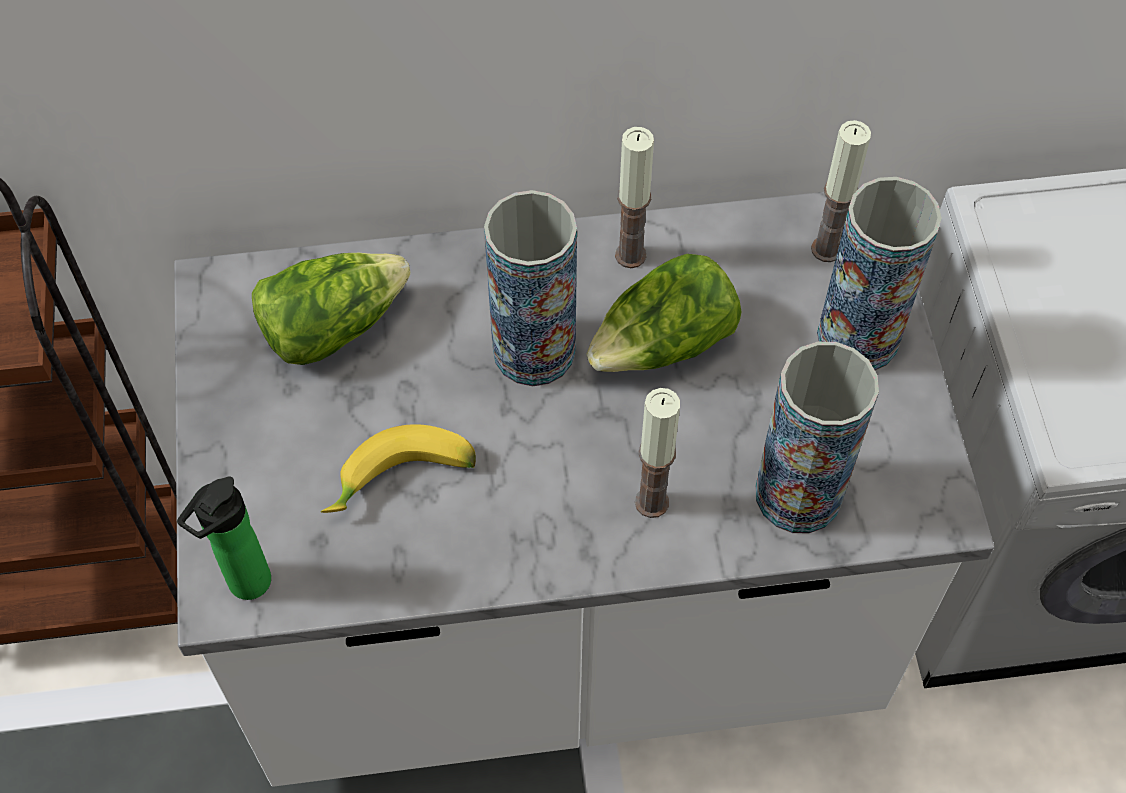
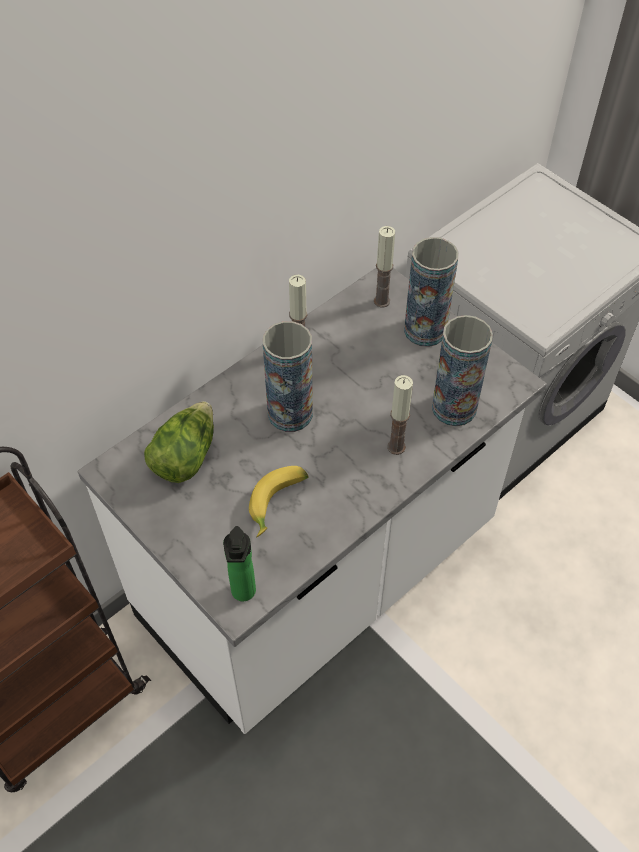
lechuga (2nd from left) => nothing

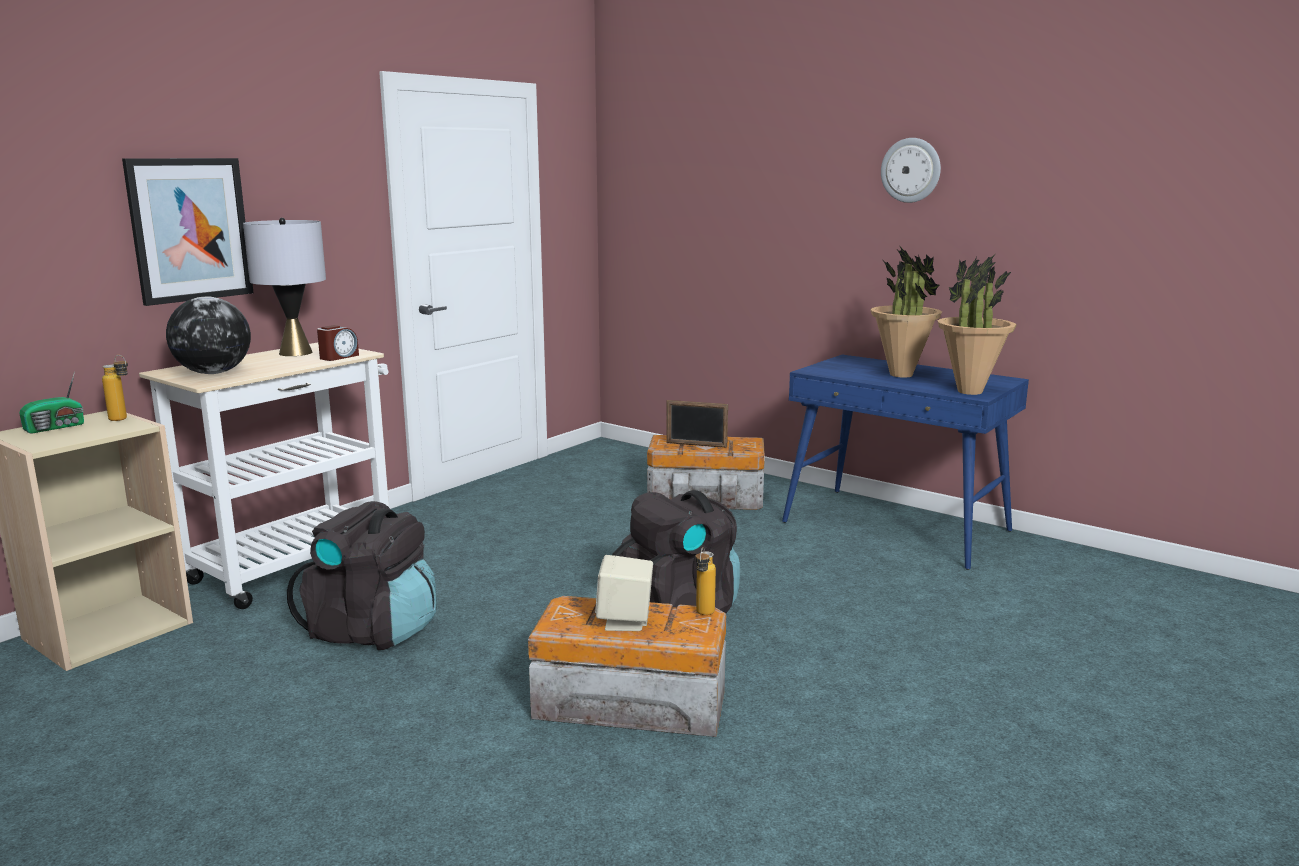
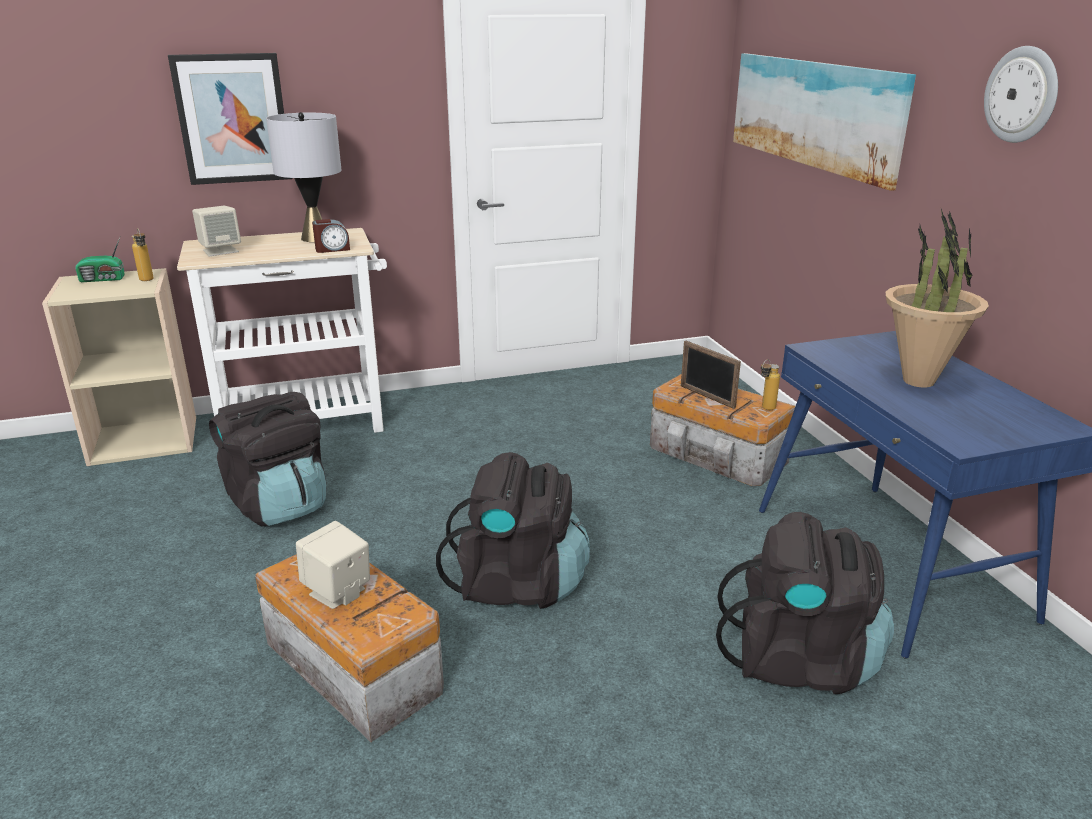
planta en maceta (2nd from left) => nothing
nothing => mochila/negro (3rd from left)
nothing => cuadro (2nd from left)
botella (2nd from left), move
globo terráqueo => altavoz/beis (1st from left)

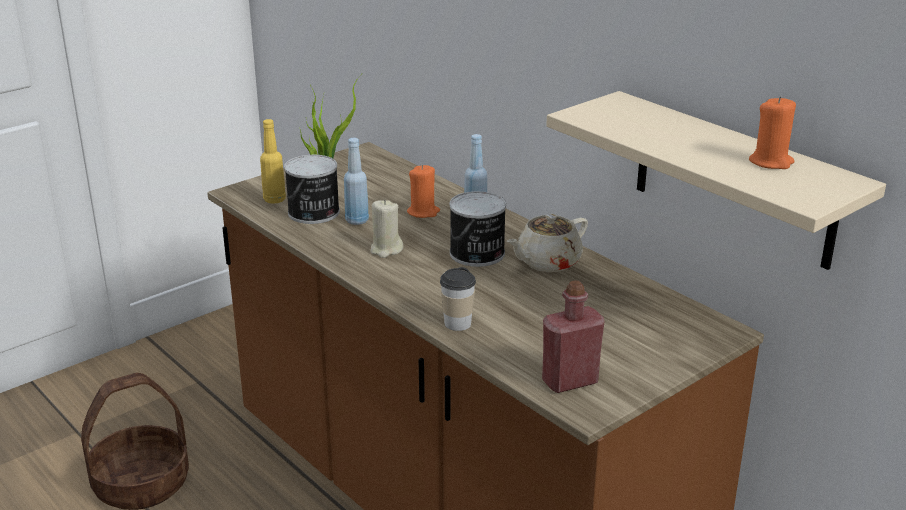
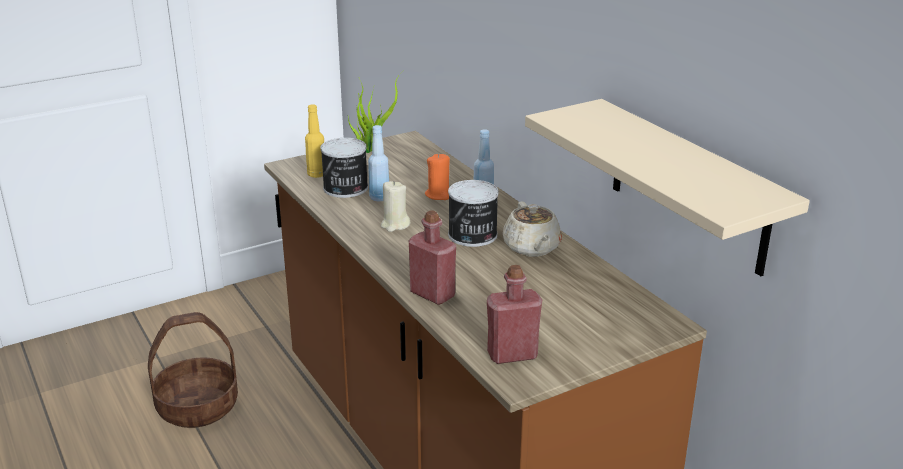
vela/naranja (2nd from left) => nothing
taza => botella/rojo (1st from left)
tetera/beis, 75 degrees counterclockwise

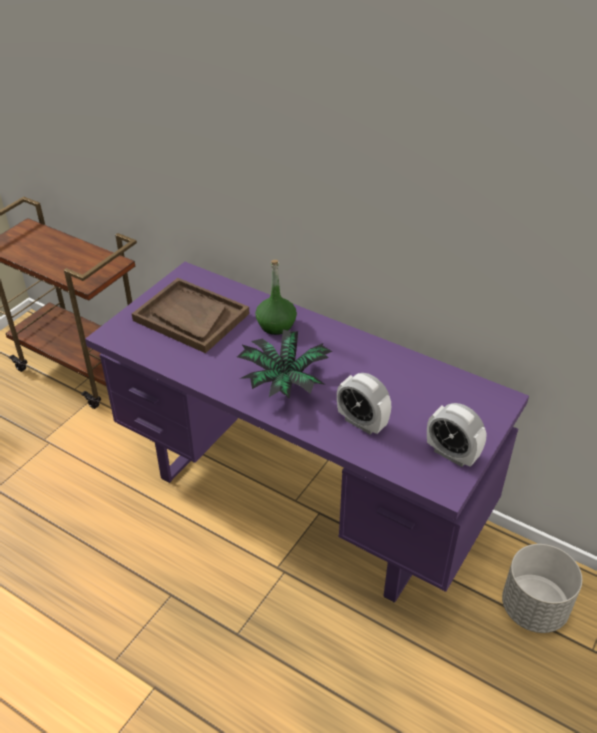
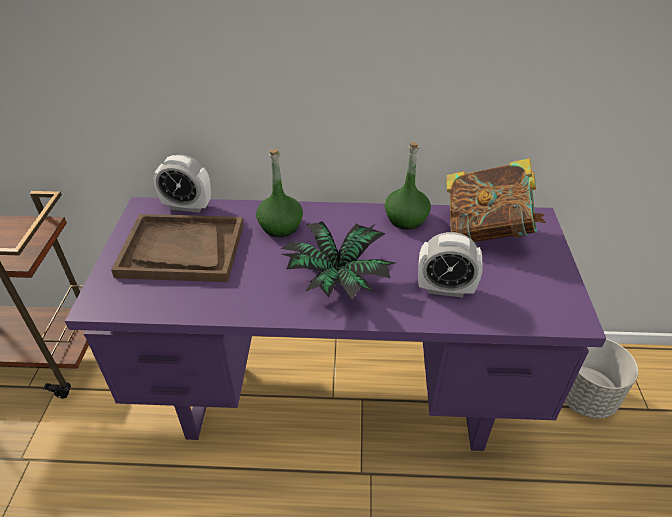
nothing => botella/verde (2nd from left)
nothing => libro
despertador (2nd from left in the first image) => despertador (1st from left), move

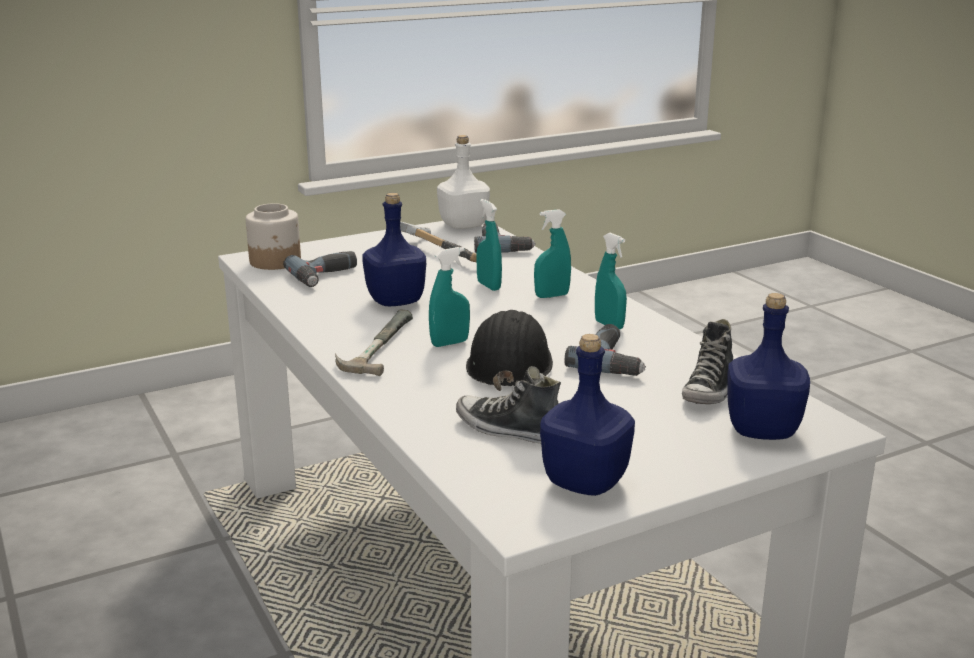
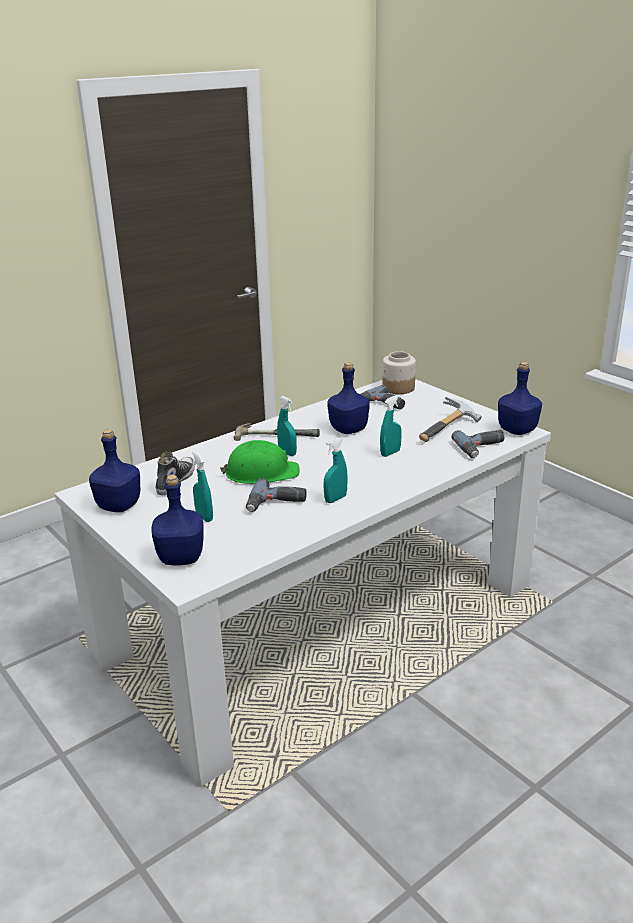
zapato (2nd from left) => nothing
pulverizador/turquesa (3rd from left in the first image) => pulverizador/turquesa (1st from left), move
botella/blanco => botella/azul (4th from left)
casco/negro => casco/verde

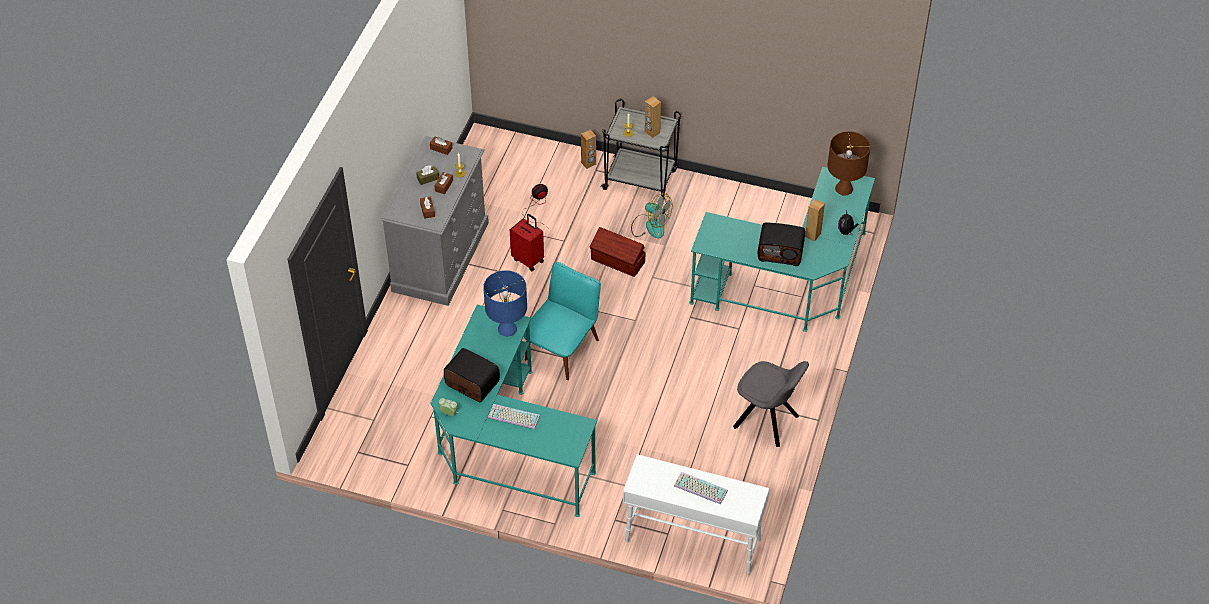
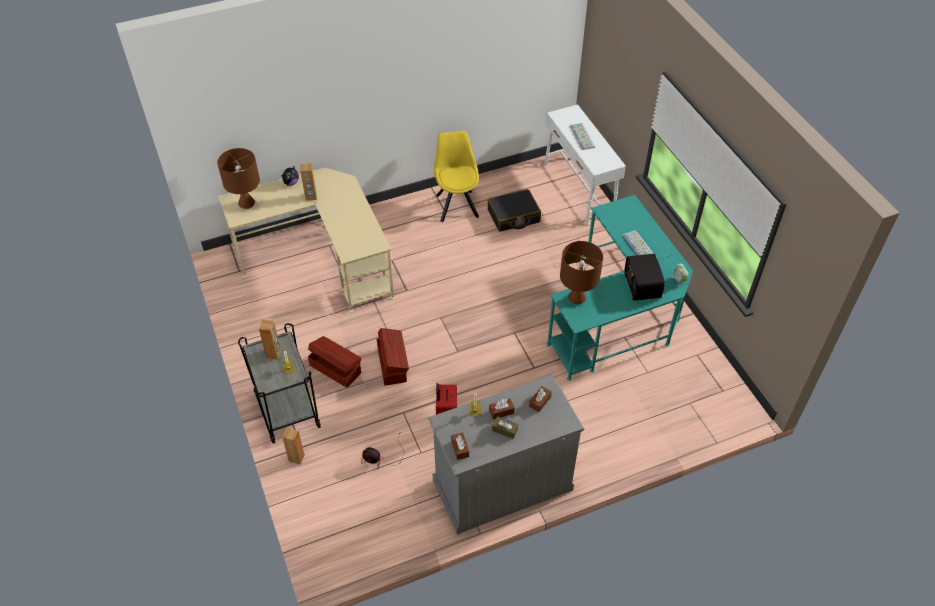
silla/turquesa => nothing
radio (2nd from left) => nothing
nothing => maleta/negro
ventilador (2nd from left) => caja de almacenaje/marrón (1st from left)
lámpara de mesa/azul => lámpara de mesa/marrón (2nd from left)
escritorio/turquesa (2nd from left) => escritorio/beis
silla/gris => silla/amarillo

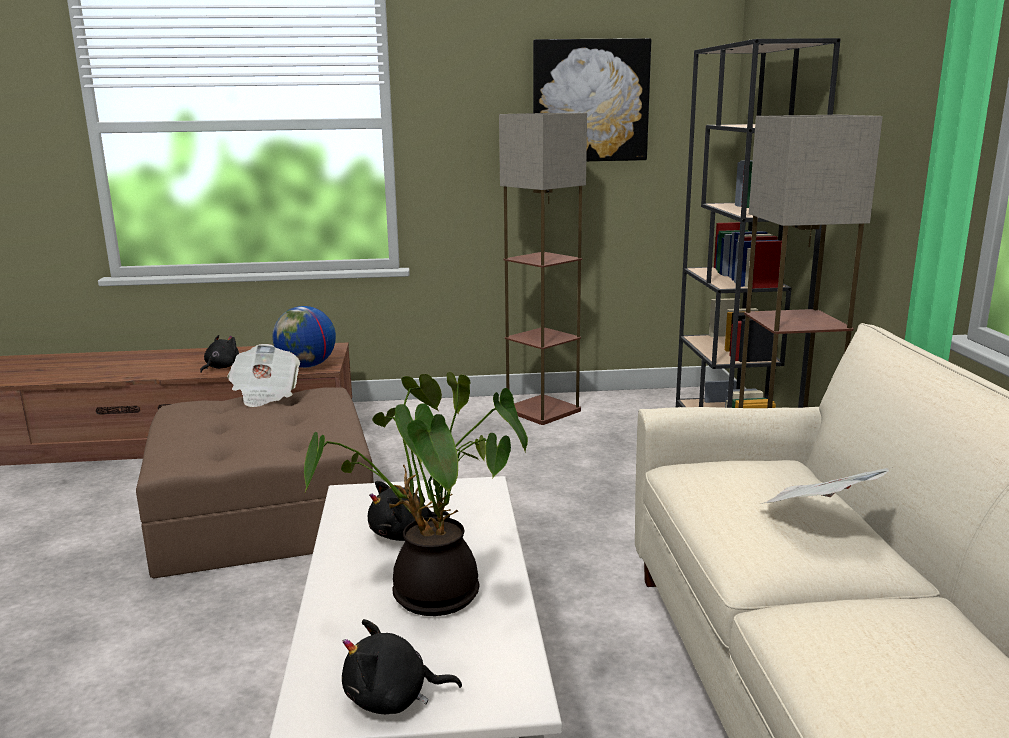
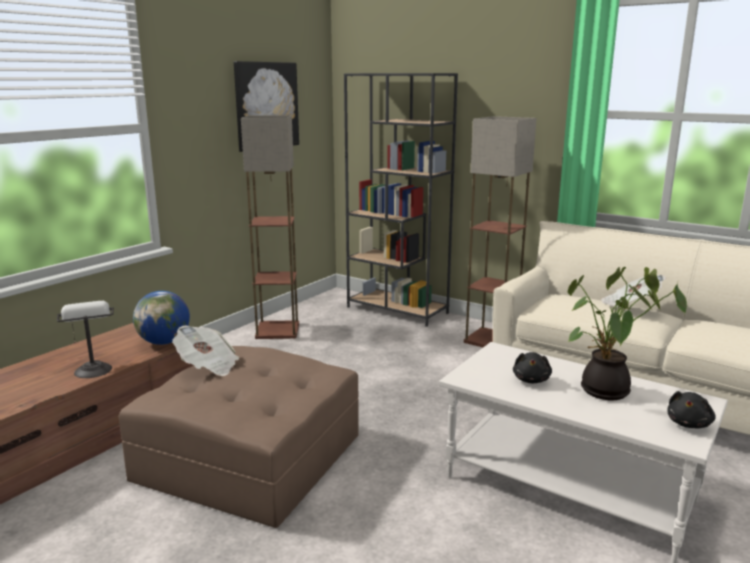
peluche/negro (1st from left) => lámpara de mesa

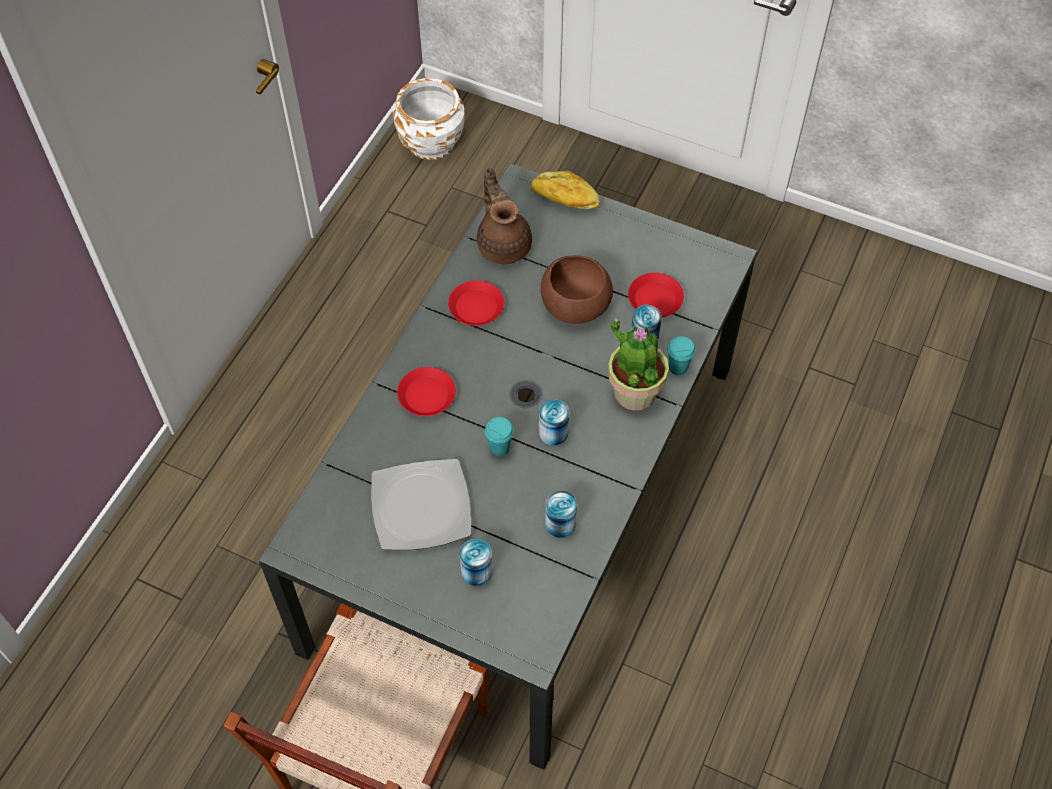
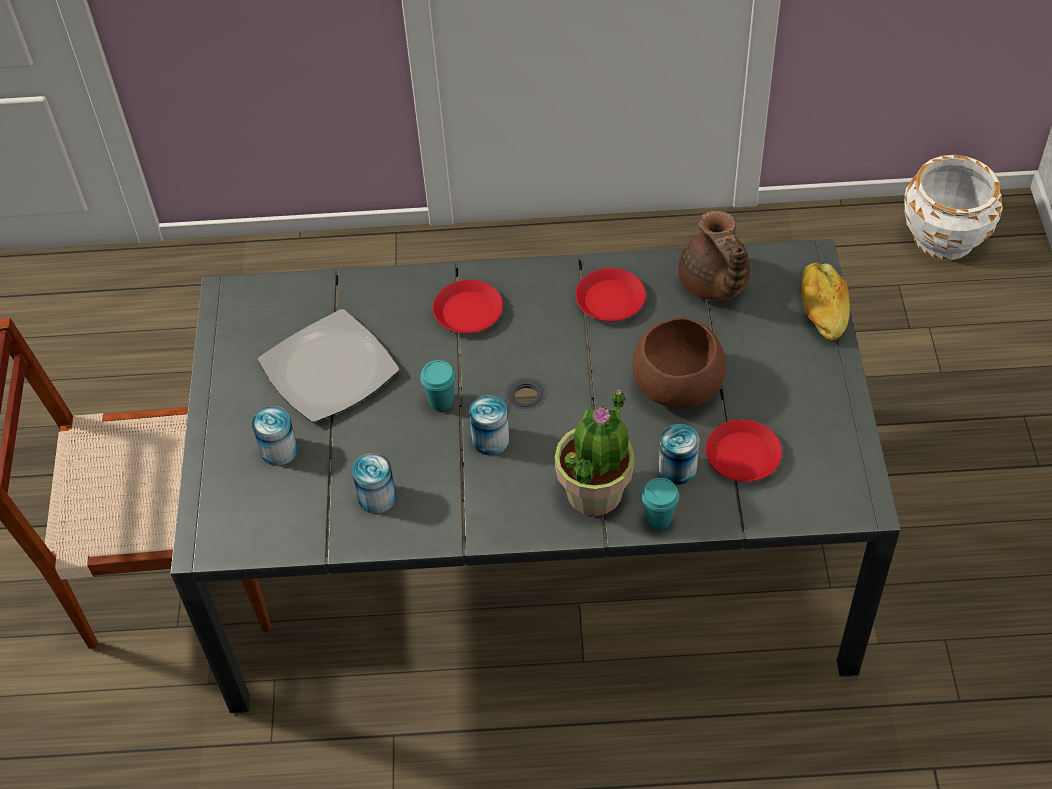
tetera/marrón, 120 degrees clockwise

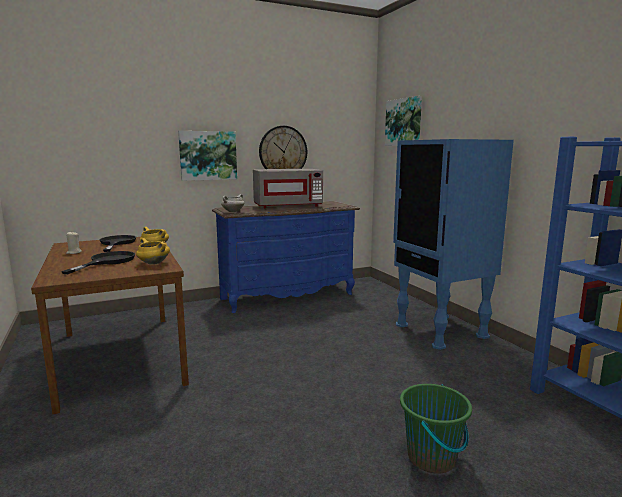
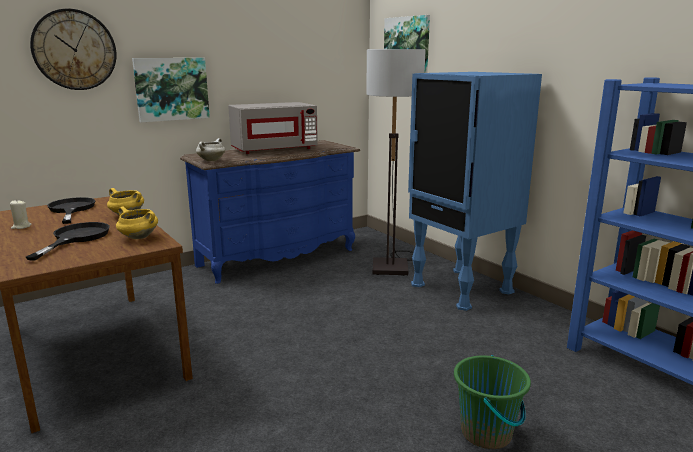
nothing => lámpara de pie
reloj de pared, move

